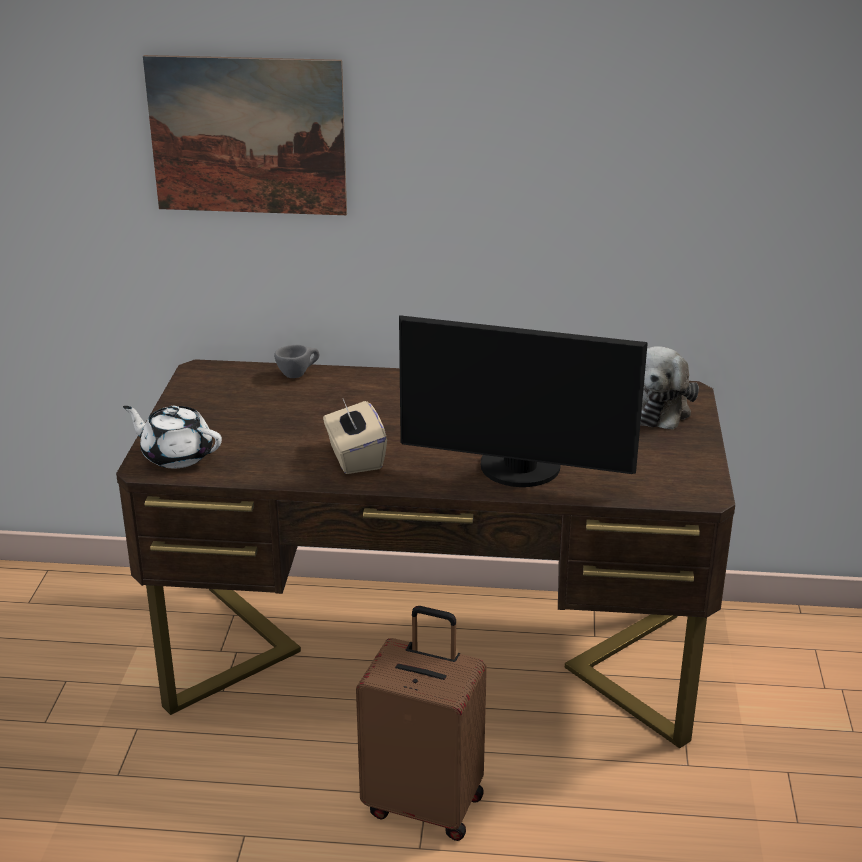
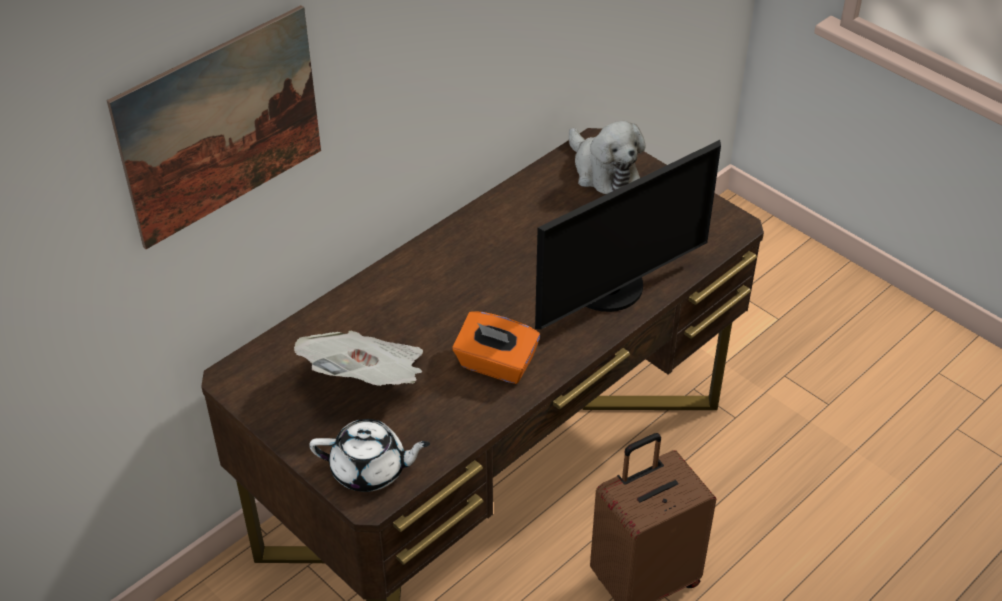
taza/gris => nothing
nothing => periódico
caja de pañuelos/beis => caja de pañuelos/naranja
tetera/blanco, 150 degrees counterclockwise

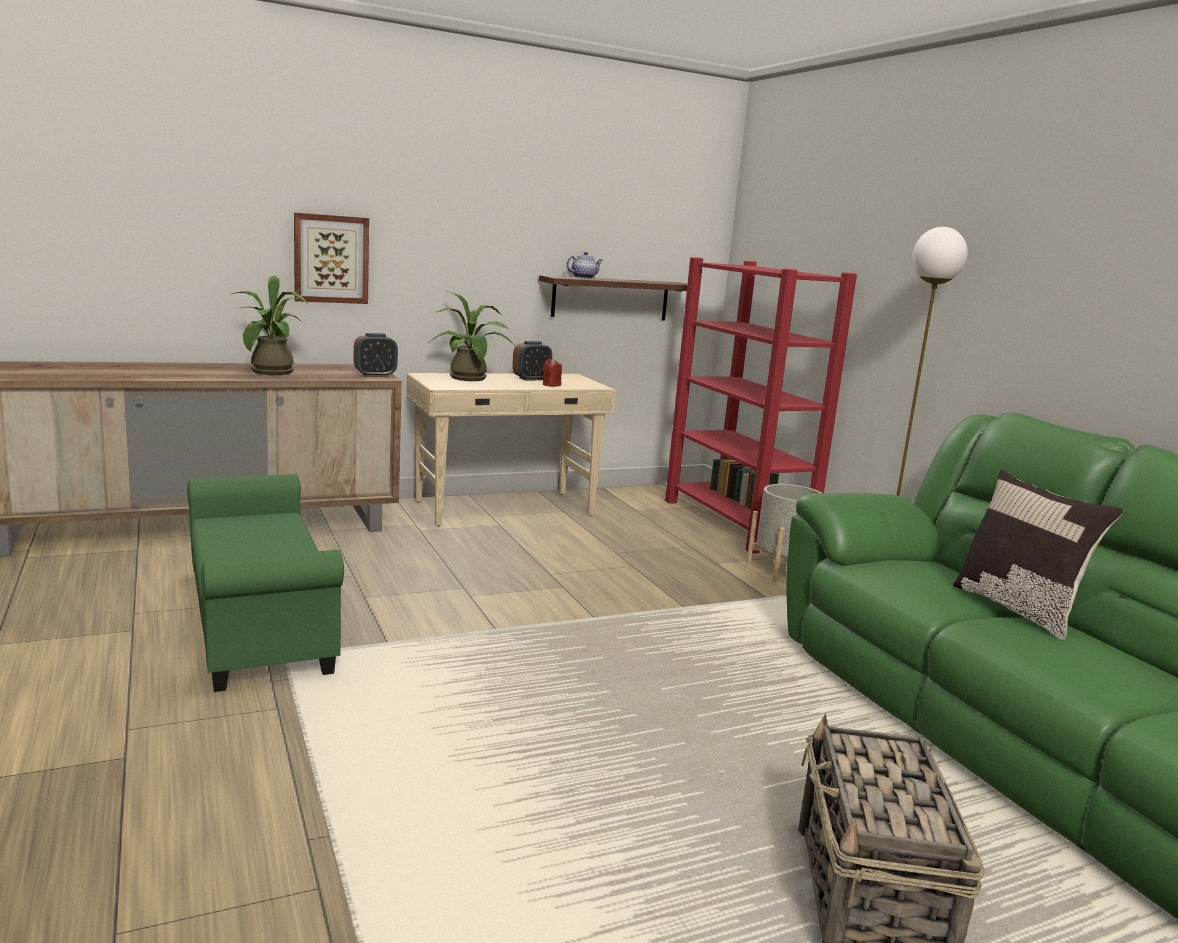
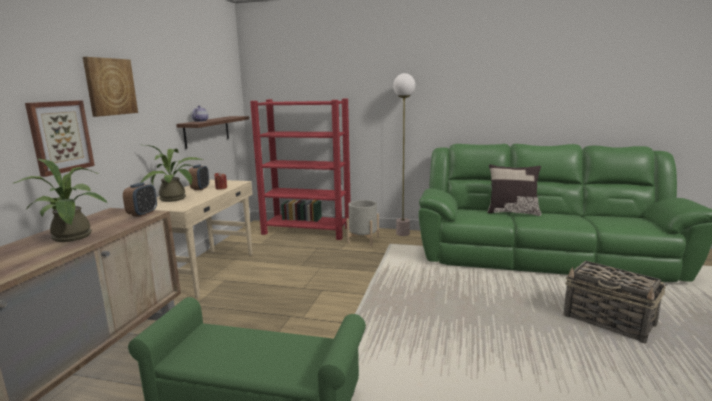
nothing => cuadro (2nd from left)

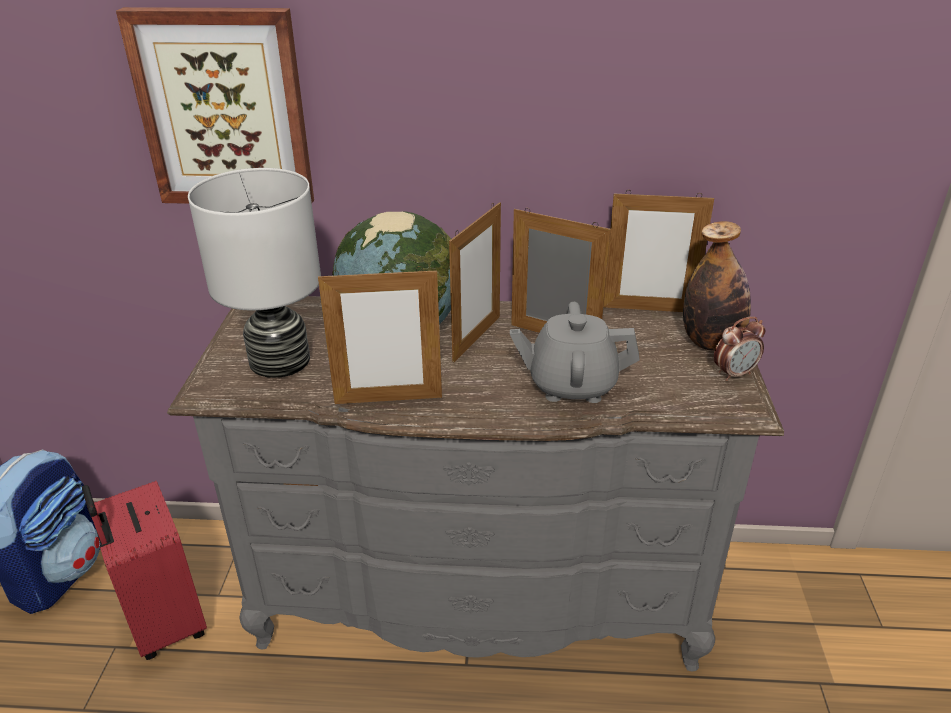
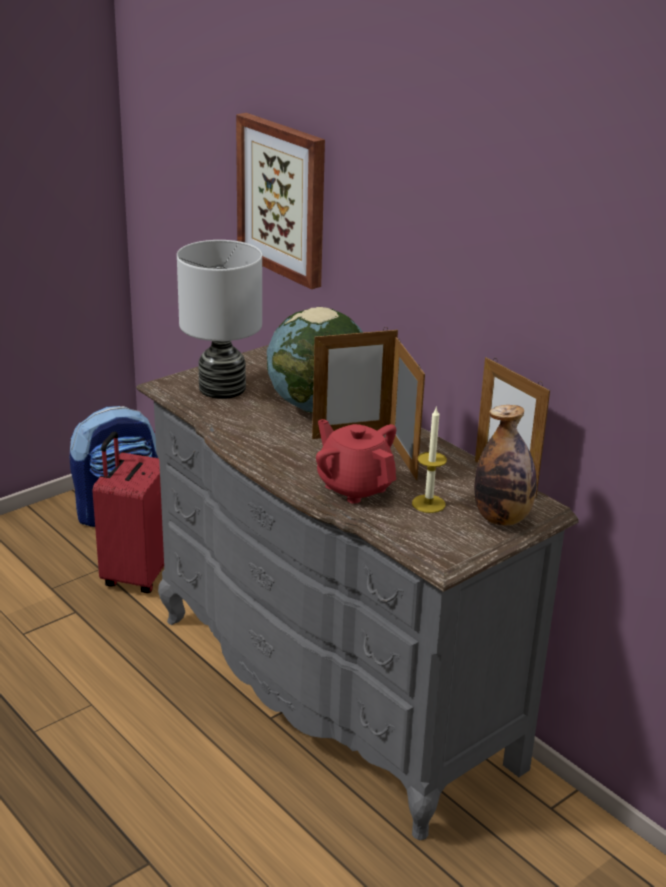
portarretratos (1st from left) => nothing
despertador => nothing
nothing => vela
tetera/gris => tetera/rojo

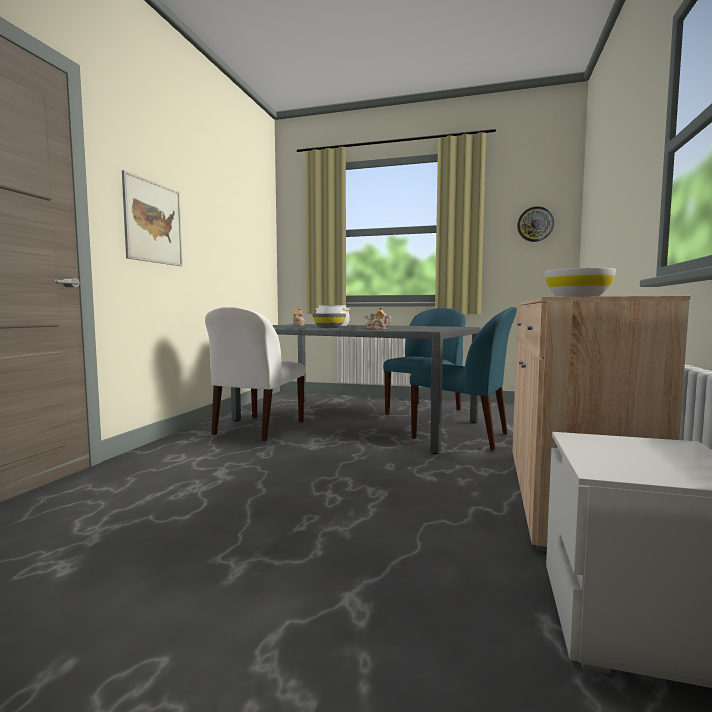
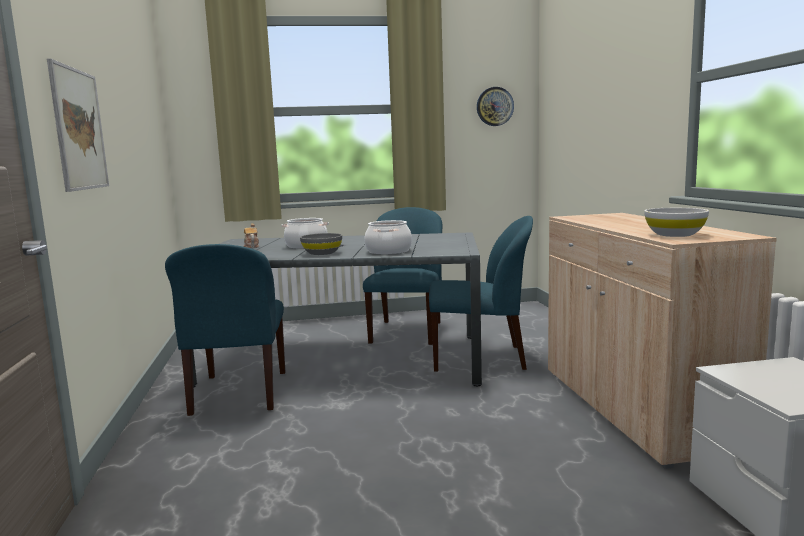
tetera (2nd from left) => olla (2nd from left)
silla/blanco => silla/azul (1st from left)

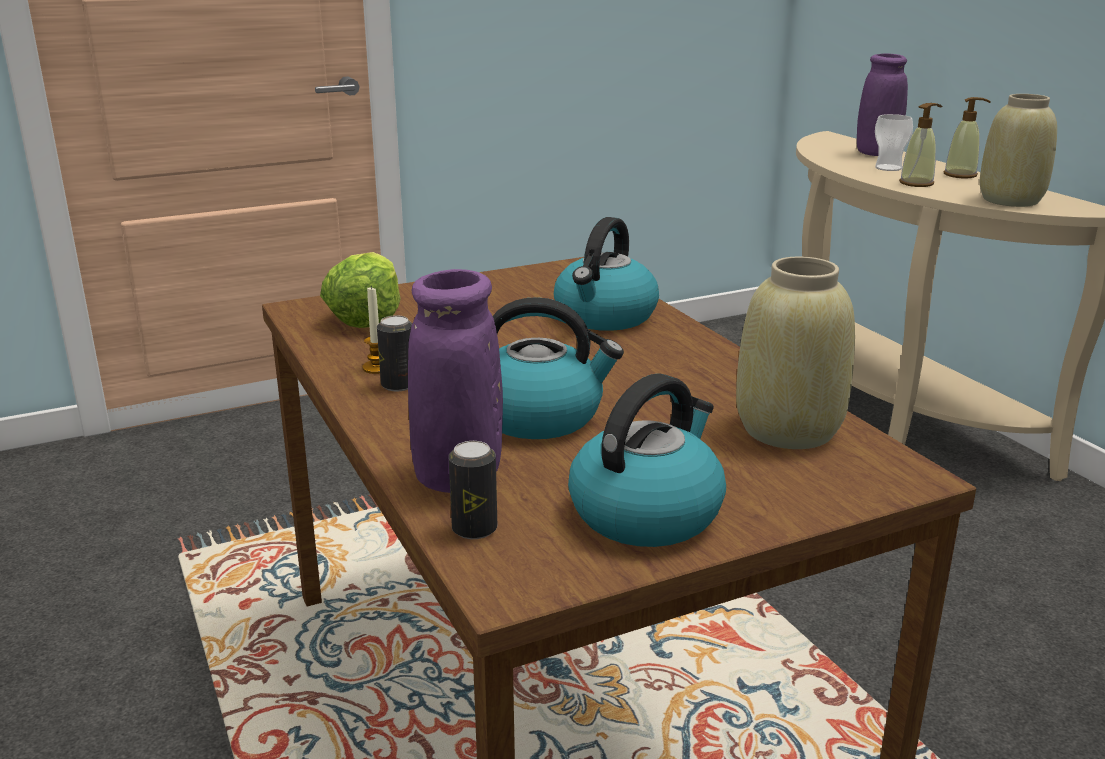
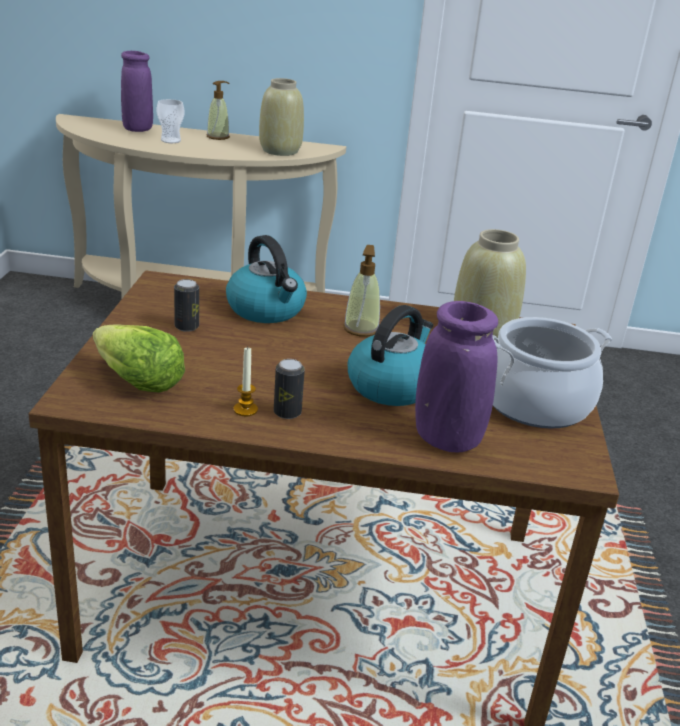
lata (2nd from left in the first image) => lata (1st from left), move
dispensador de jabón (1st from left in the first image) => dispensador de jabón (2nd from left), move
hervidor (3rd from left) => olla

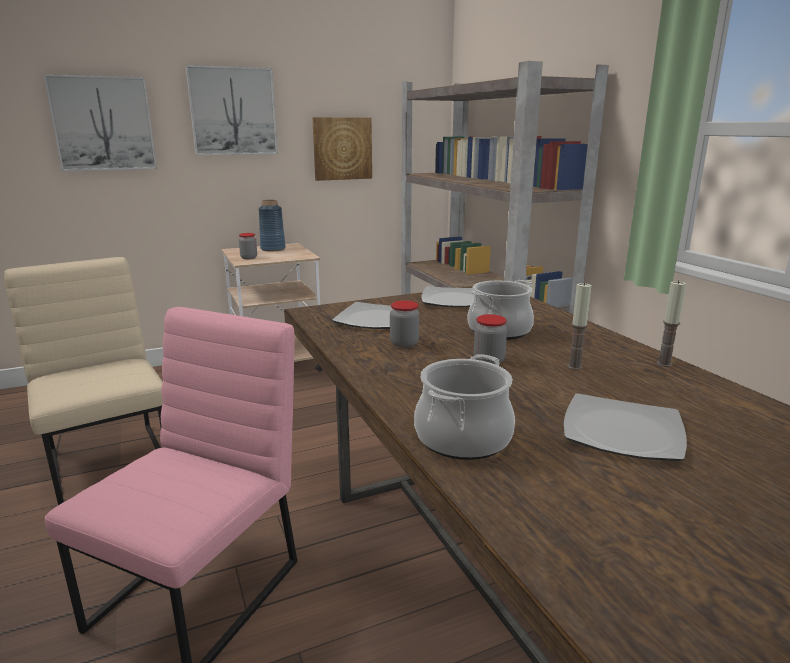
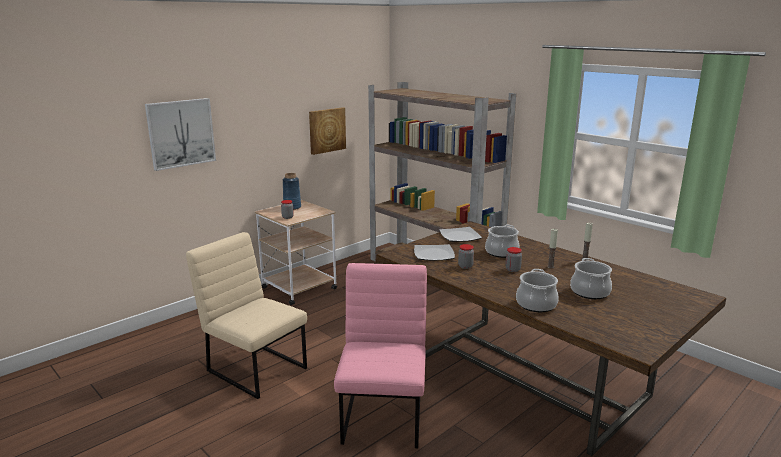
cuadro (2nd from left) => nothing
plato (3rd from left) => olla (3rd from left)

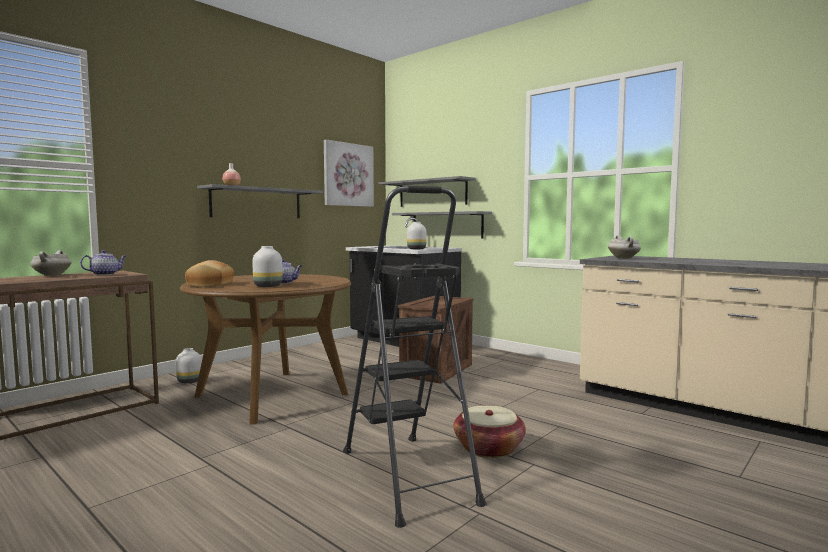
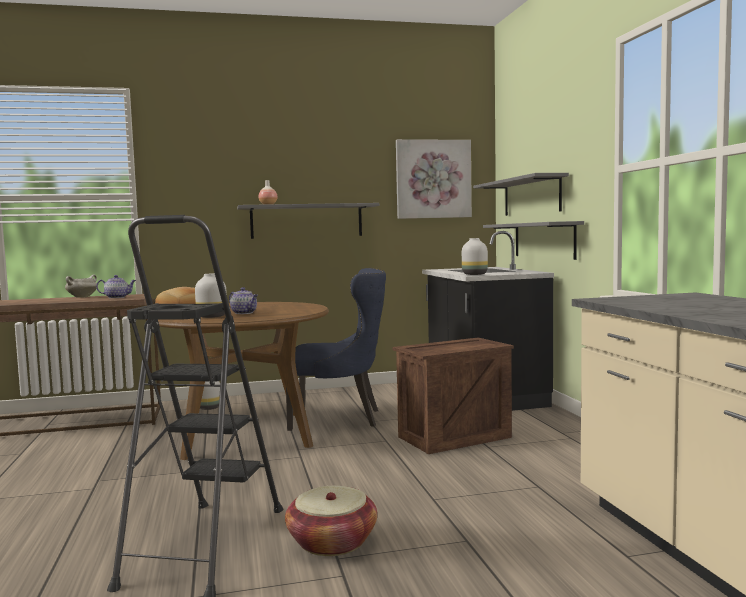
olla/blanco (2nd from left) => nothing
nothing => silla/azul

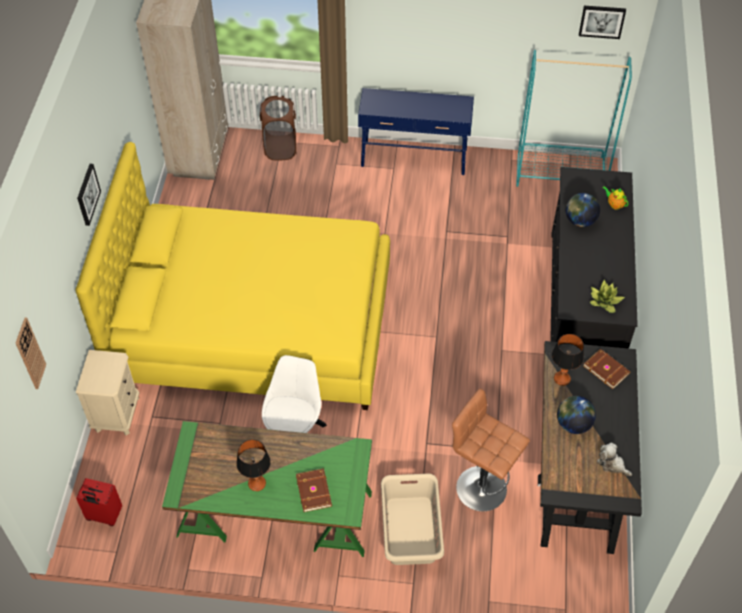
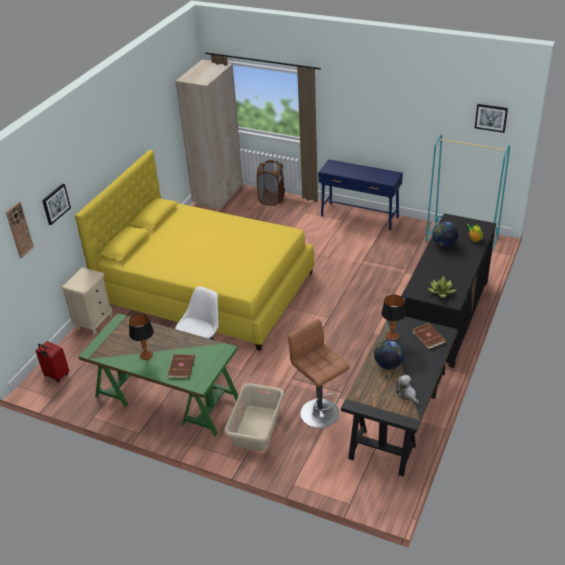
cuadro (1st from left), move

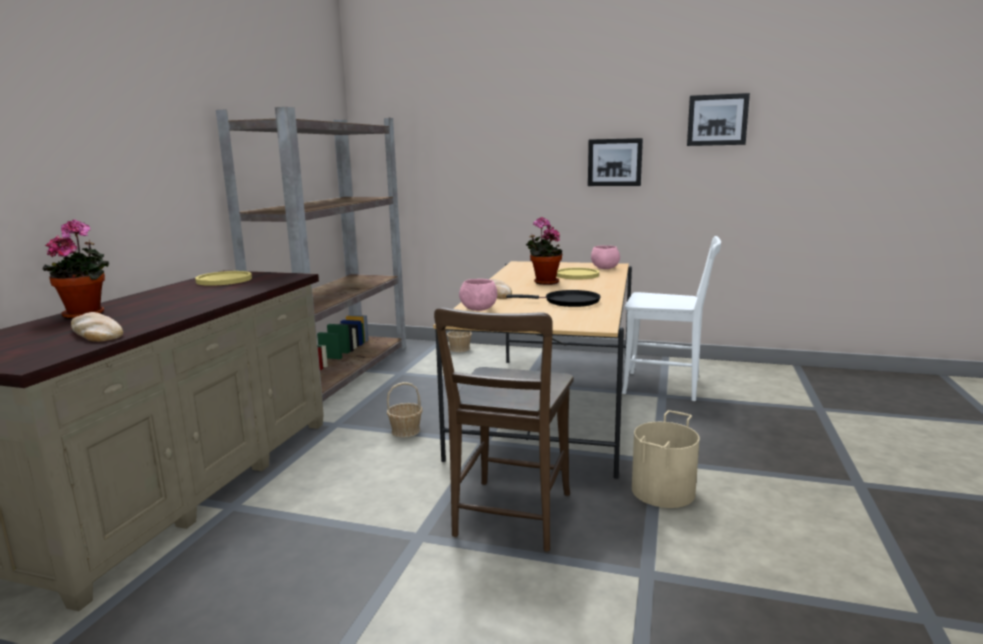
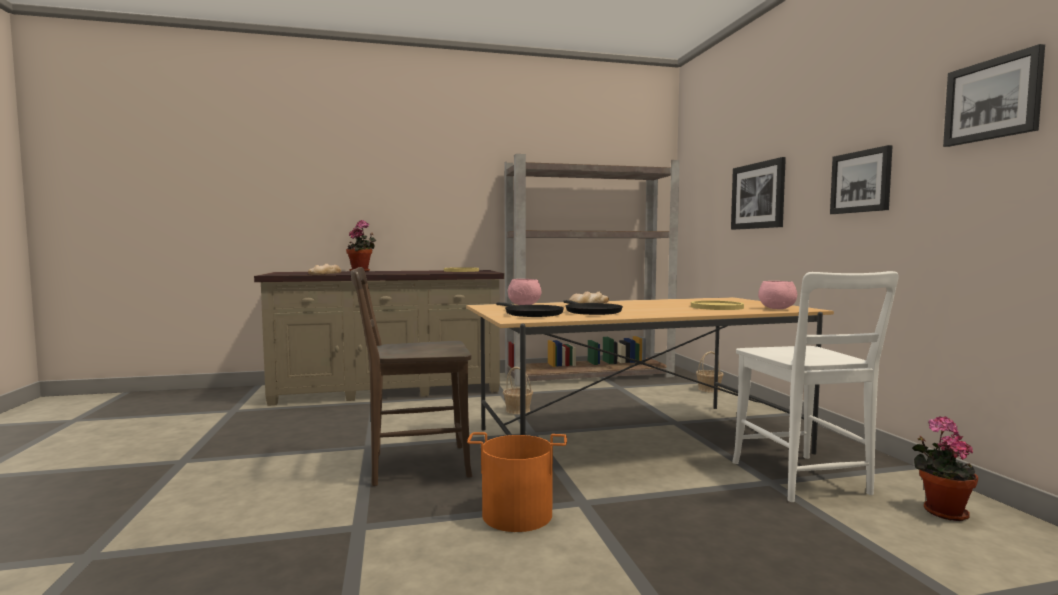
nothing => sartén/negro (1st from left)
nothing => cuadro (1st from left)
planta en maceta (2nd from left), move
cubo/beis => cubo/naranja

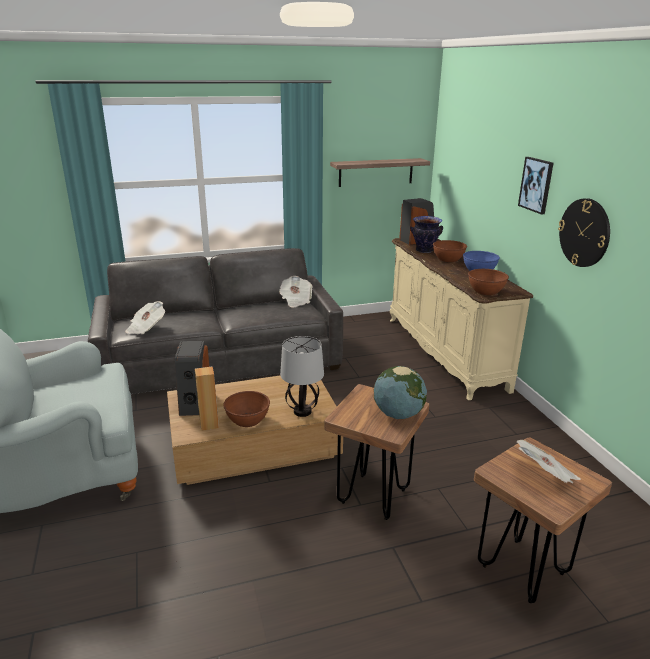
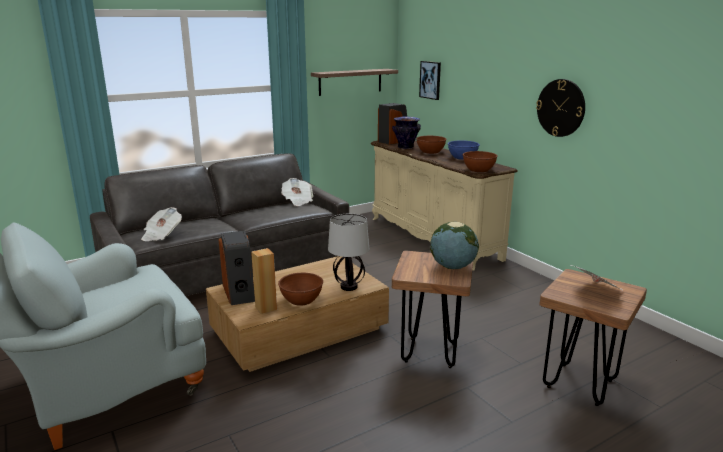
cuadro, move

